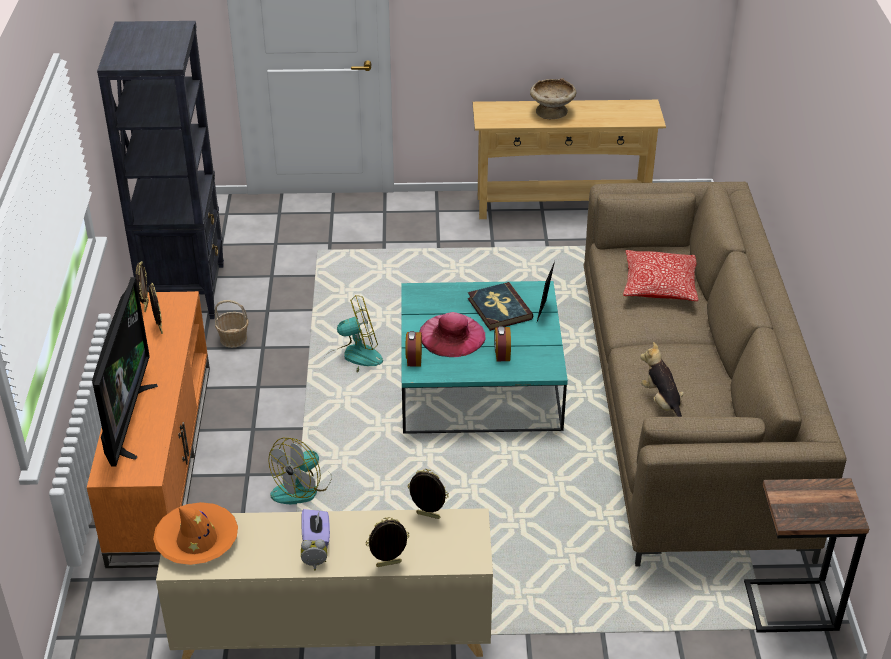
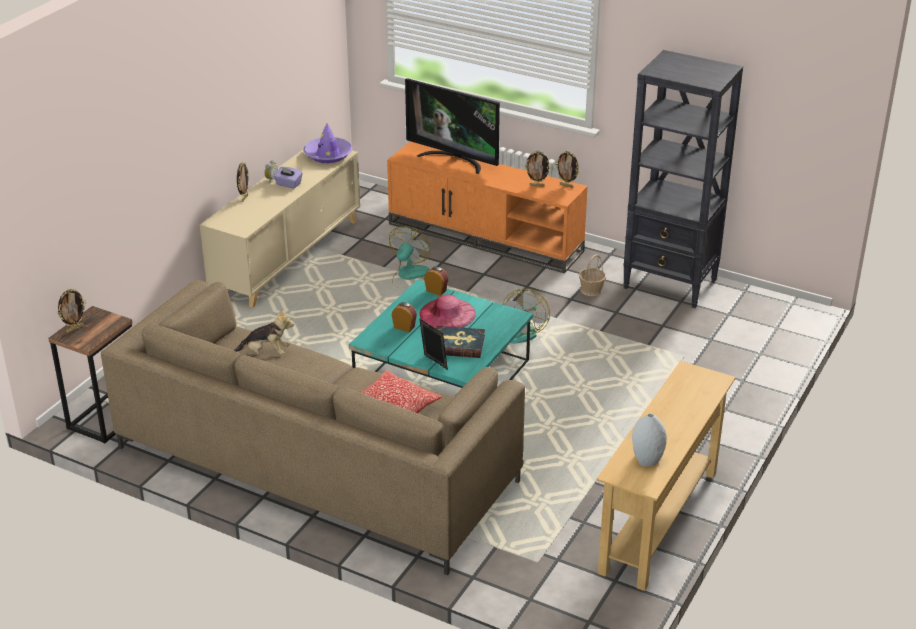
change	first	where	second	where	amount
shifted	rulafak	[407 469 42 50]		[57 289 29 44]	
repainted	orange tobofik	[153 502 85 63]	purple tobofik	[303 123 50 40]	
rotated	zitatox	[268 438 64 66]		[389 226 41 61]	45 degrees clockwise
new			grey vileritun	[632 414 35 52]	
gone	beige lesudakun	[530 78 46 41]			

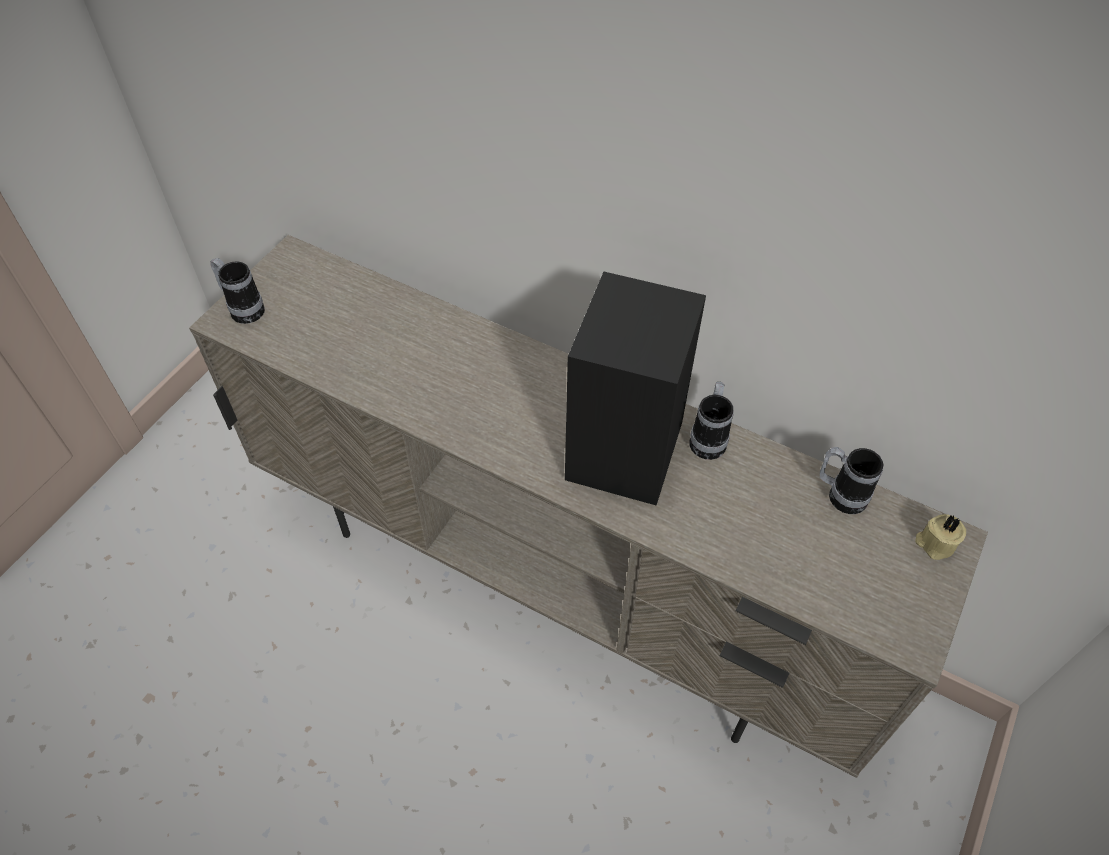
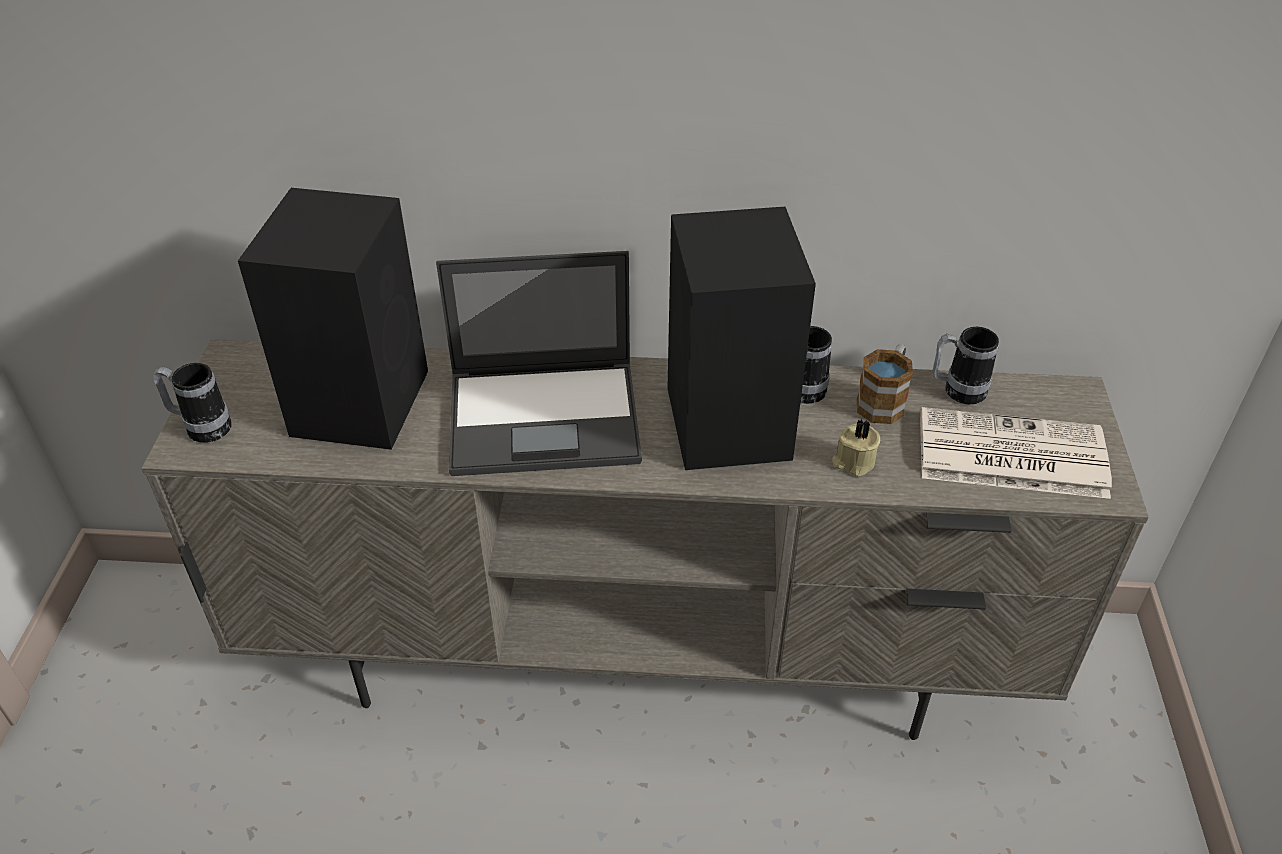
change	first	where	second	where	amount
new			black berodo	[238 188 190 262]	
new			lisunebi	[436 251 206 225]	
shifted	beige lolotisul	[915 514 51 46]		[832 419 48 58]	
new			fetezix	[856 344 57 80]	
new			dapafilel	[920 407 192 92]	

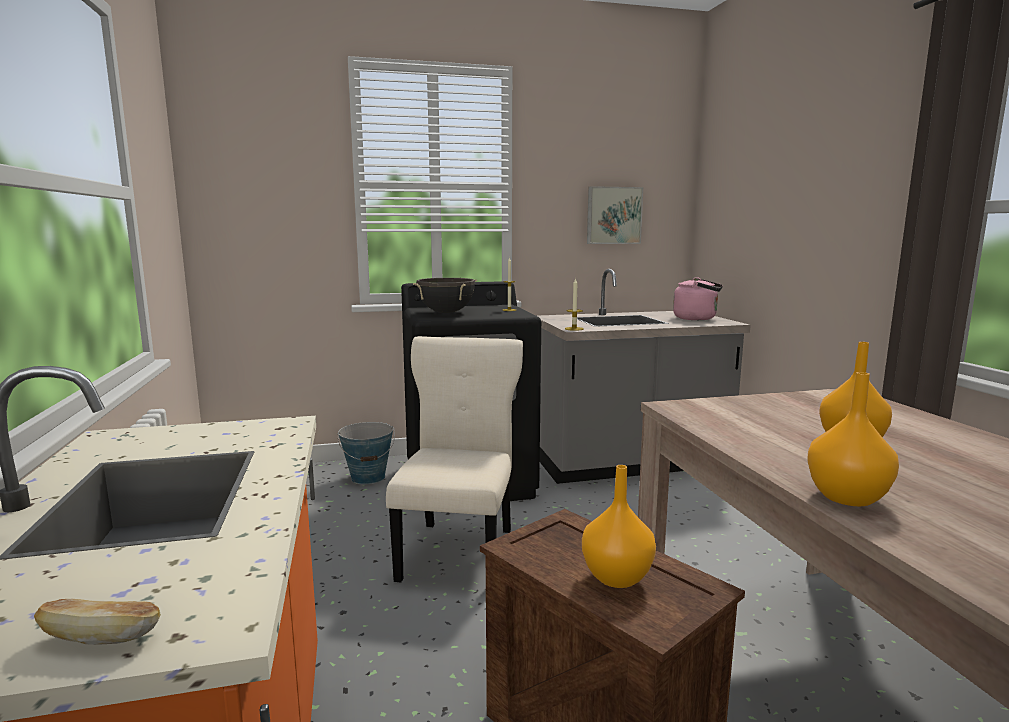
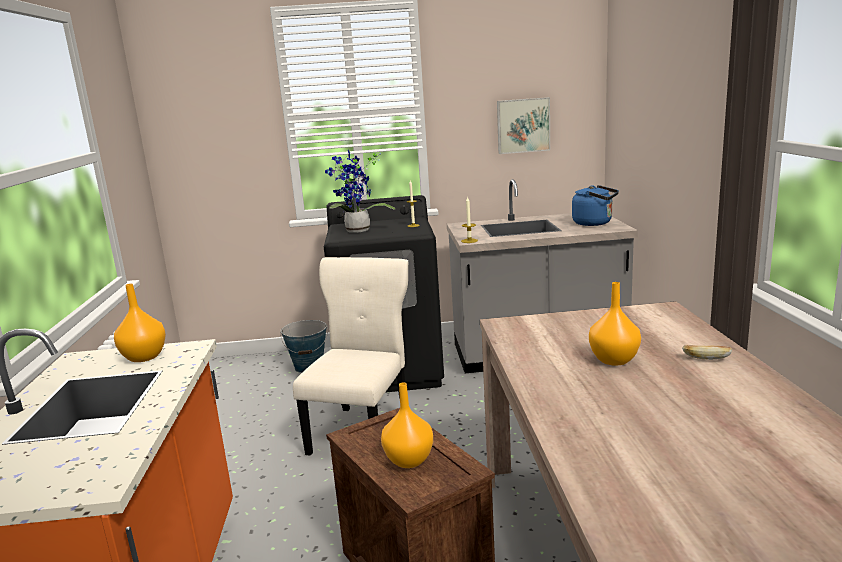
change	first	where	second	where	amount
shifted	orange vileritun	[807 372 92 134]		[114 283 52 79]	
swapped	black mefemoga	[413 278 64 35]	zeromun	[325 150 70 83]	
repainted	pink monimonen	[673 277 50 43]	blue monimonen	[572 185 47 41]	
shifted	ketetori	[34 599 127 46]		[682 345 50 15]	

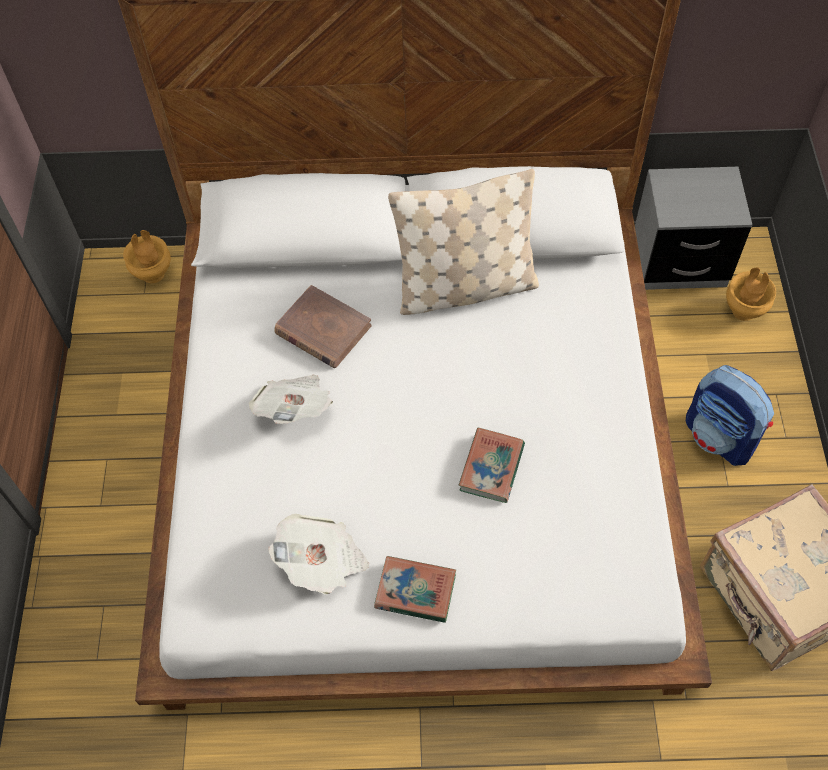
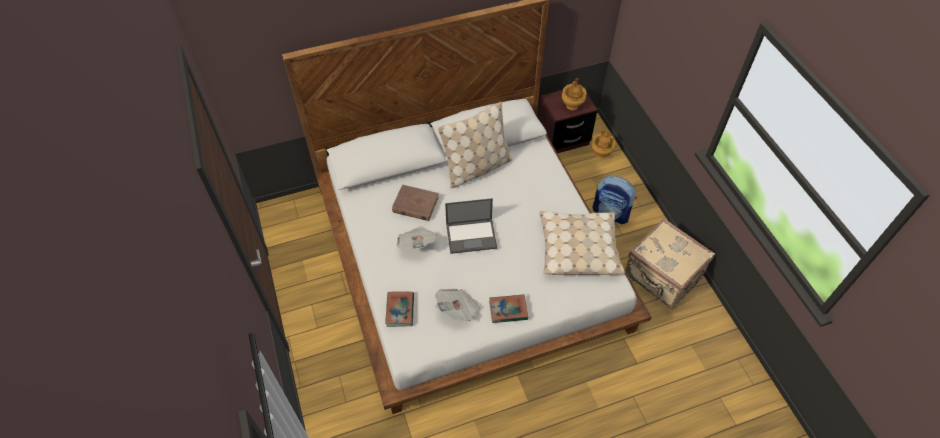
change	first	where	second	where	amount
shifted	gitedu	[459 428 66 75]		[385 292 29 35]	
new			lisunebi	[445 198 52 56]	
repainted	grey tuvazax	[635 167 117 123]	brown tuvazax	[538 85 59 68]	
new			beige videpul	[540 211 85 64]	
shifted	brown vileritun	[123 230 48 53]		[562 78 24 32]	

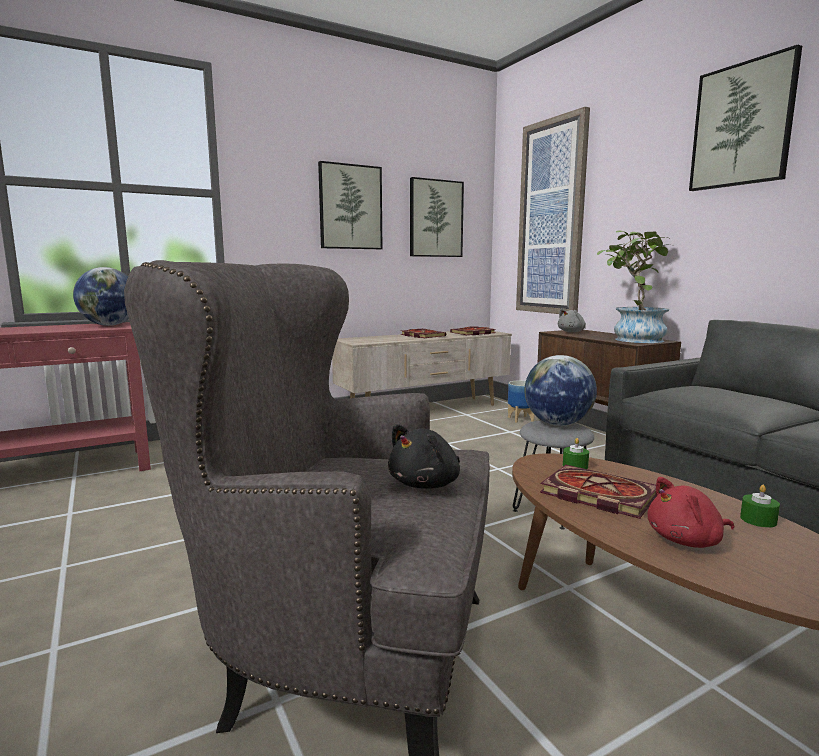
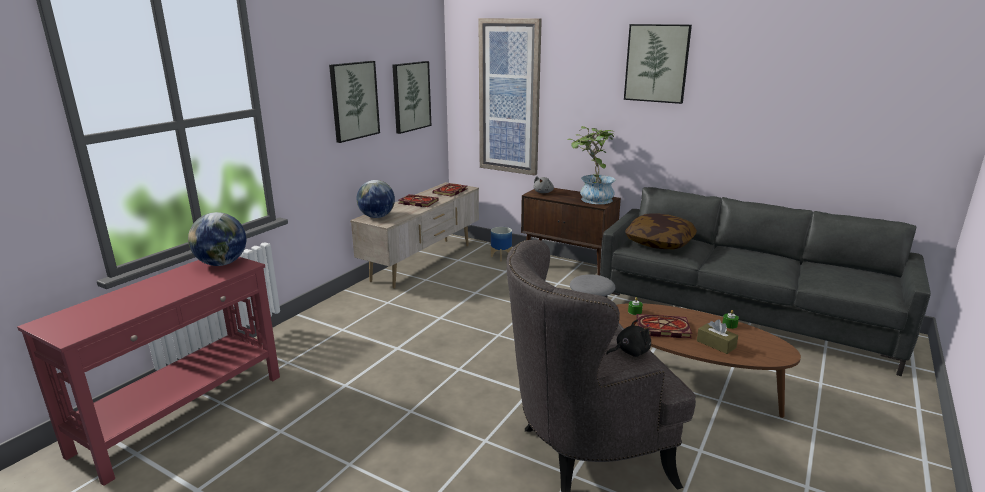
change	first	where	second	where	amount
shifted	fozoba	[524 355 73 71]		[357 180 38 38]	
rotated	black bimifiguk	[388 424 72 65]		[606 319 45 38]	120 degrees counterclockwise
new			videpul	[625 214 72 35]	
swapped	red bimifiguk	[648 477 86 71]	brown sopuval	[697 319 41 35]	

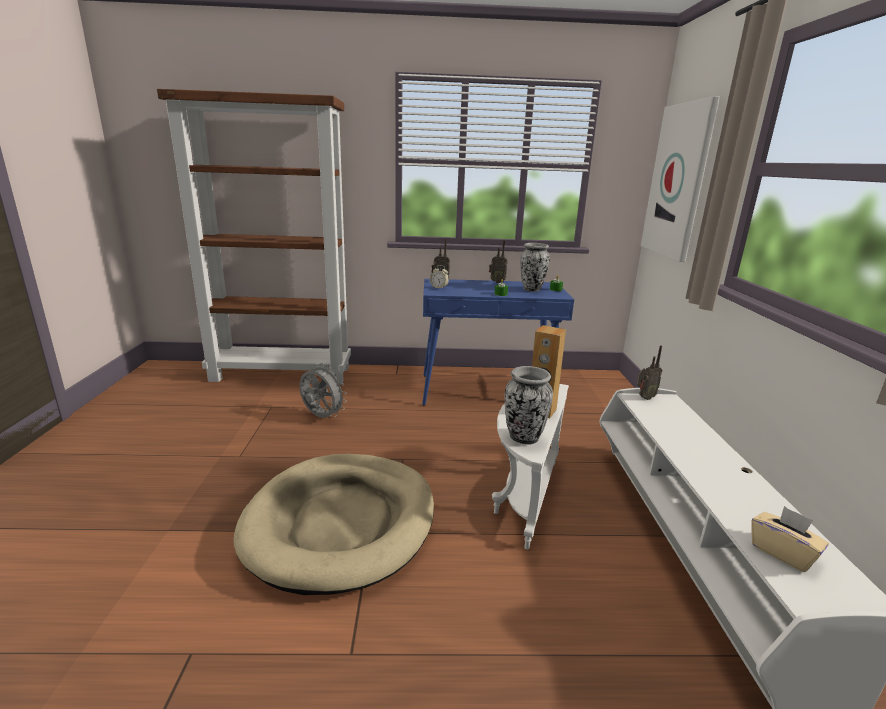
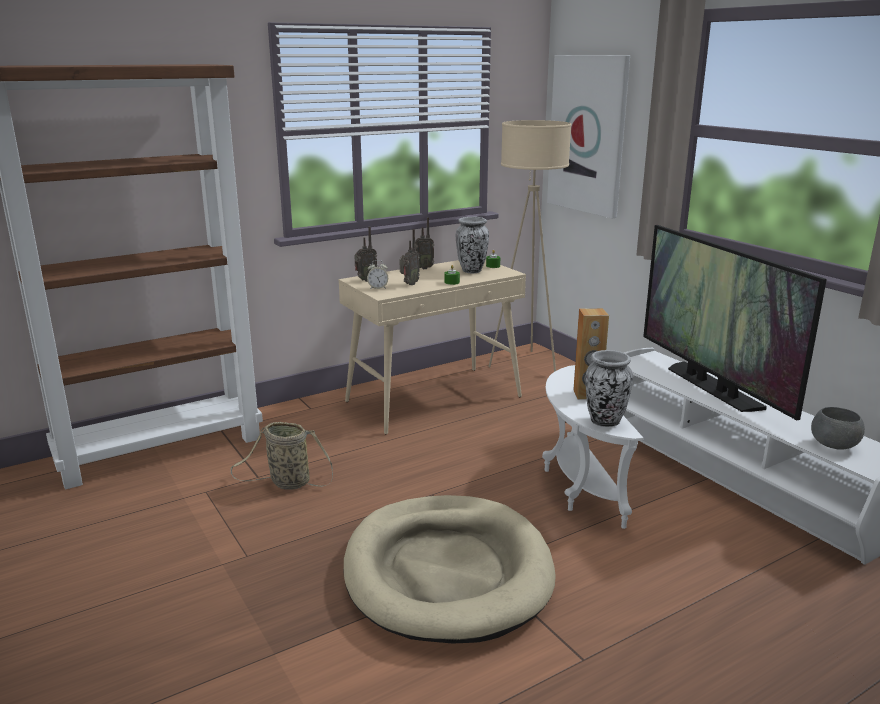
change	first	where	second	where	amount
swapped	grey zitatox	[299 364 48 54]	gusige	[231 422 102 68]	
repainted	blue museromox	[422 279 152 127]	beige museromox	[339 259 187 176]	
shifted	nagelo	[637 345 25 55]		[400 229 20 56]	
new			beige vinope	[488 120 84 252]	
new			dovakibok	[643 225 184 195]	
swapped	beige sopuval	[752 506 77 66]	grey lesudakun	[811 407 54 43]	

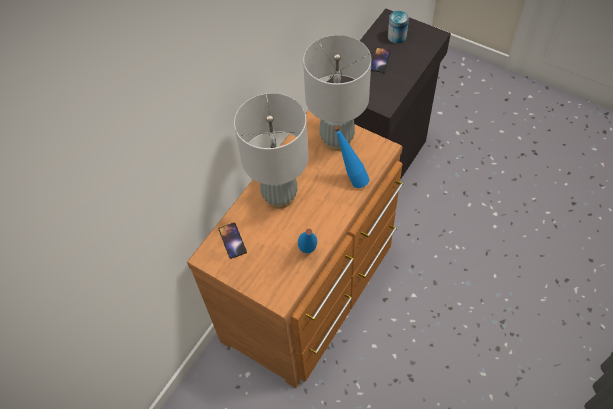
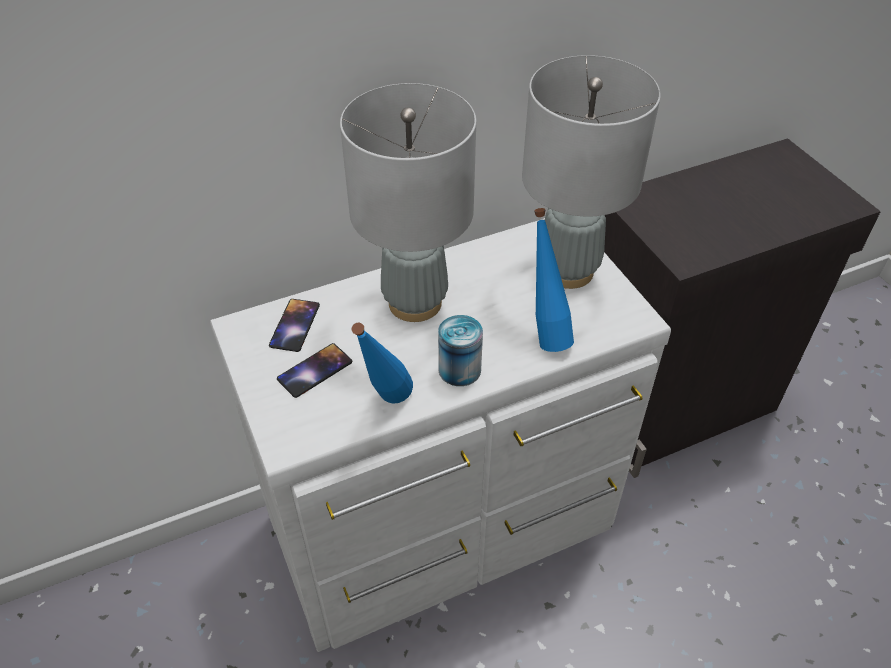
change	first	where	second	where	amount
repainted	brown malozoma	[187 110 216 278]	white malozoma	[210 218 461 434]	
shifted	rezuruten	[371 48 20 25]		[277 343 75 55]	
shifted	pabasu	[388 11 21 33]		[438 315 45 71]	

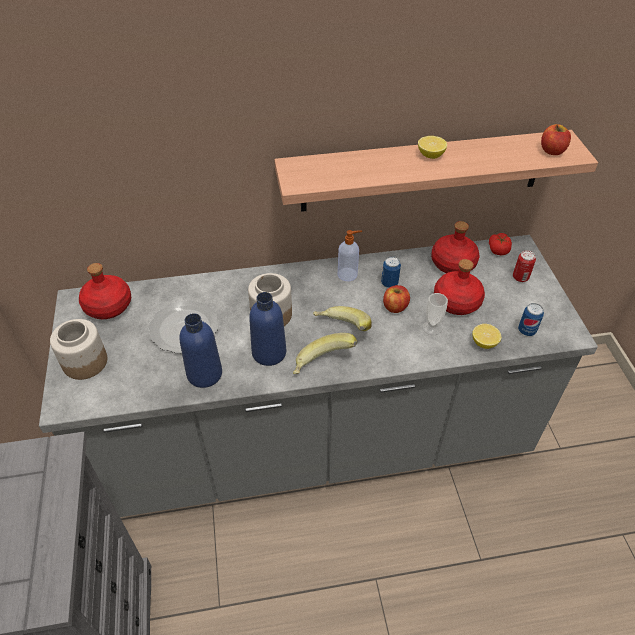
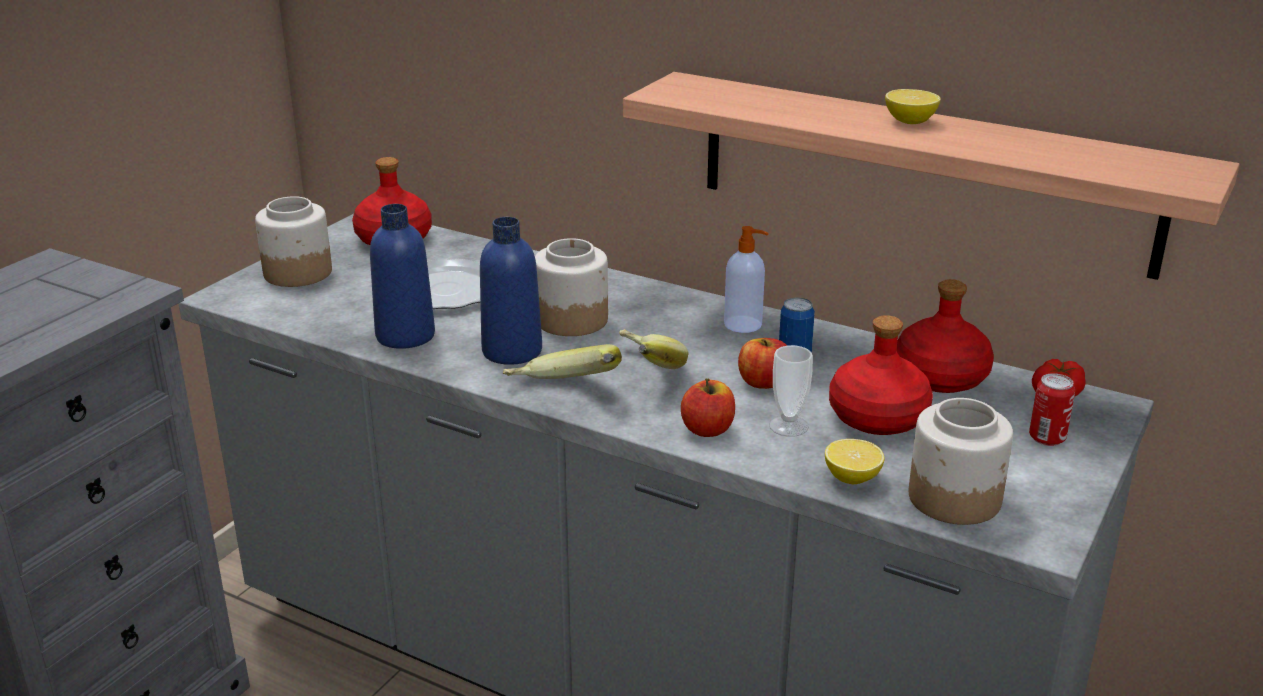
change	first	where	second	where	amount
shifted	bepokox	[541 124 30 31]		[681 378 54 59]	
swapped	pabasu	[518 303 26 33]	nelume	[909 398 104 127]	

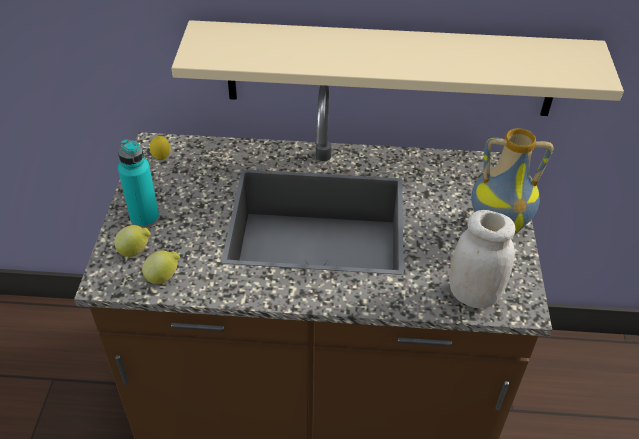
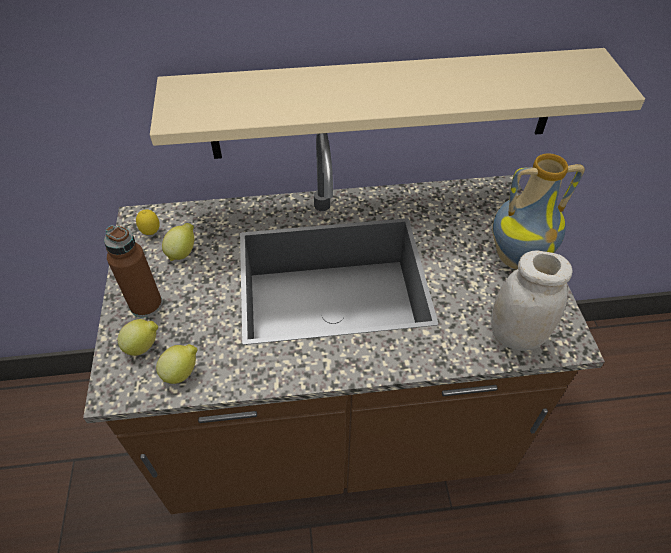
change	first	where	second	where	amount
repainted	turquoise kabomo	[118 139 41 89]	brown kabomo	[104 225 58 92]	
new			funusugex	[162 223 32 38]	

